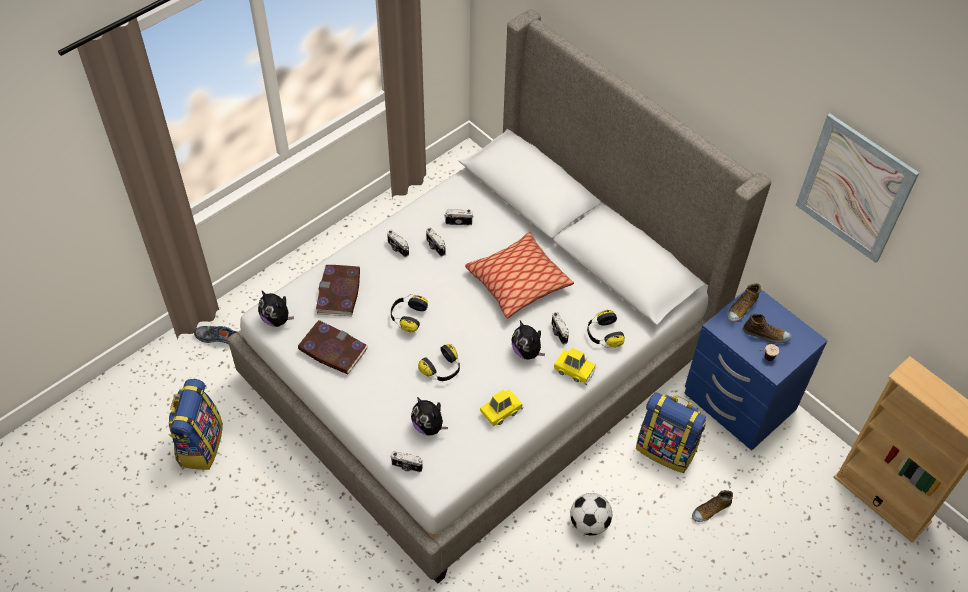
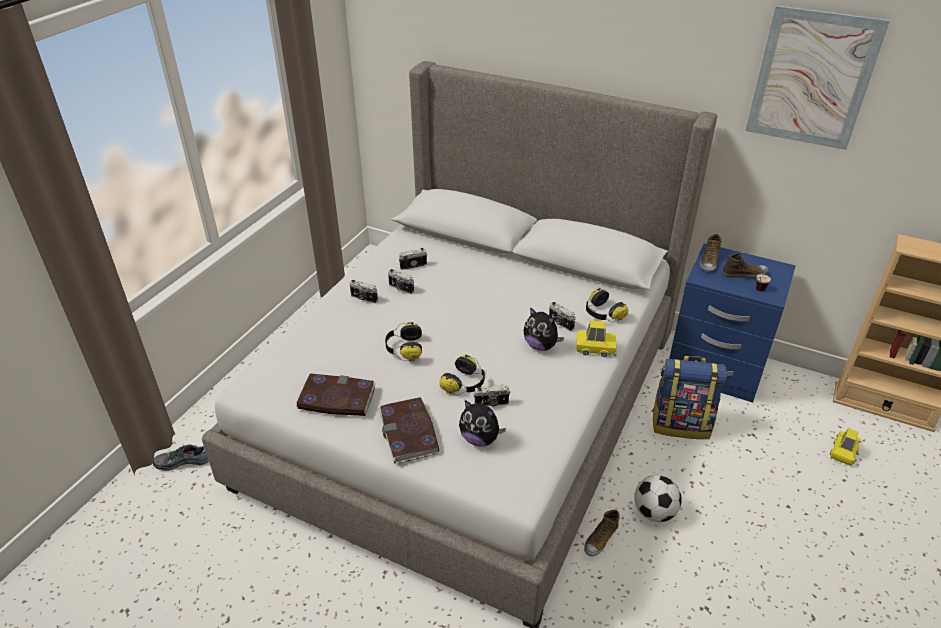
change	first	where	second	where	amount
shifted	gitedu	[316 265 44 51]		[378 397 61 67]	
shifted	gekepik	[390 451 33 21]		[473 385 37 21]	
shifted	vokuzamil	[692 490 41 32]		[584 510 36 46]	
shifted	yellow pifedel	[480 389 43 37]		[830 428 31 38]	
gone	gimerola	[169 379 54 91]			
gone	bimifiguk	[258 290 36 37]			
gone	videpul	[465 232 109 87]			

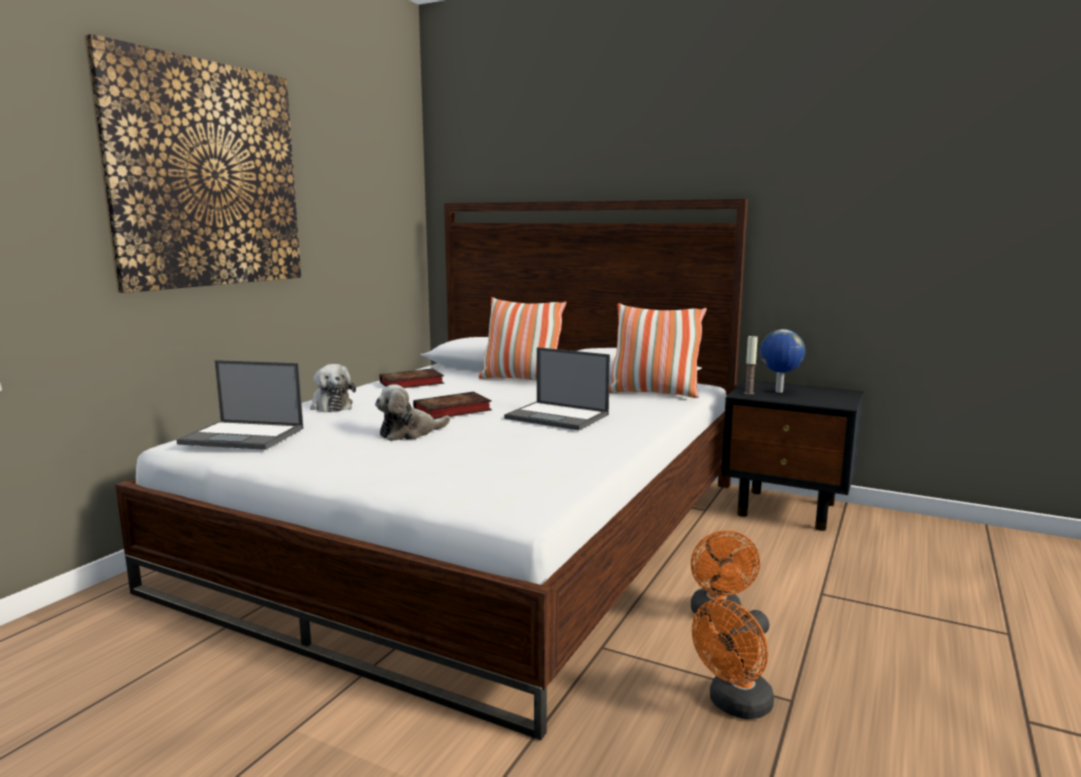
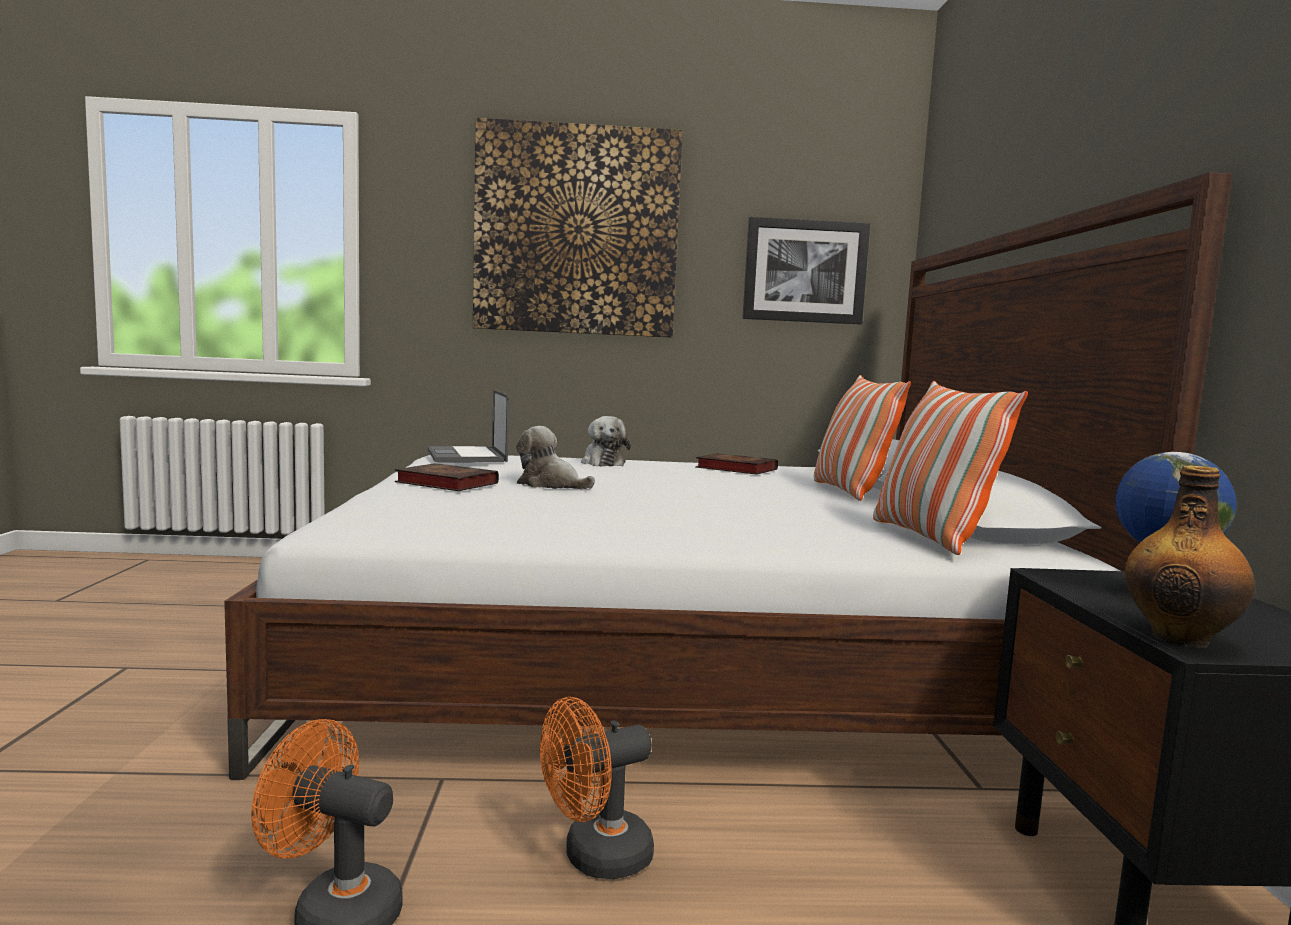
change	first	where	second	where	amount
shifted	gitedu	[413 392 79 27]		[395 463 104 28]	
rotated	bimifiguk	[310 364 46 48]		[581 416 50 51]	45 degrees counterclockwise
new			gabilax	[743 217 127 107]	
new			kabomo	[1124 465 131 183]	
gone	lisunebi	[504 347 106 83]			
gone	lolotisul	[744 336 14 58]			

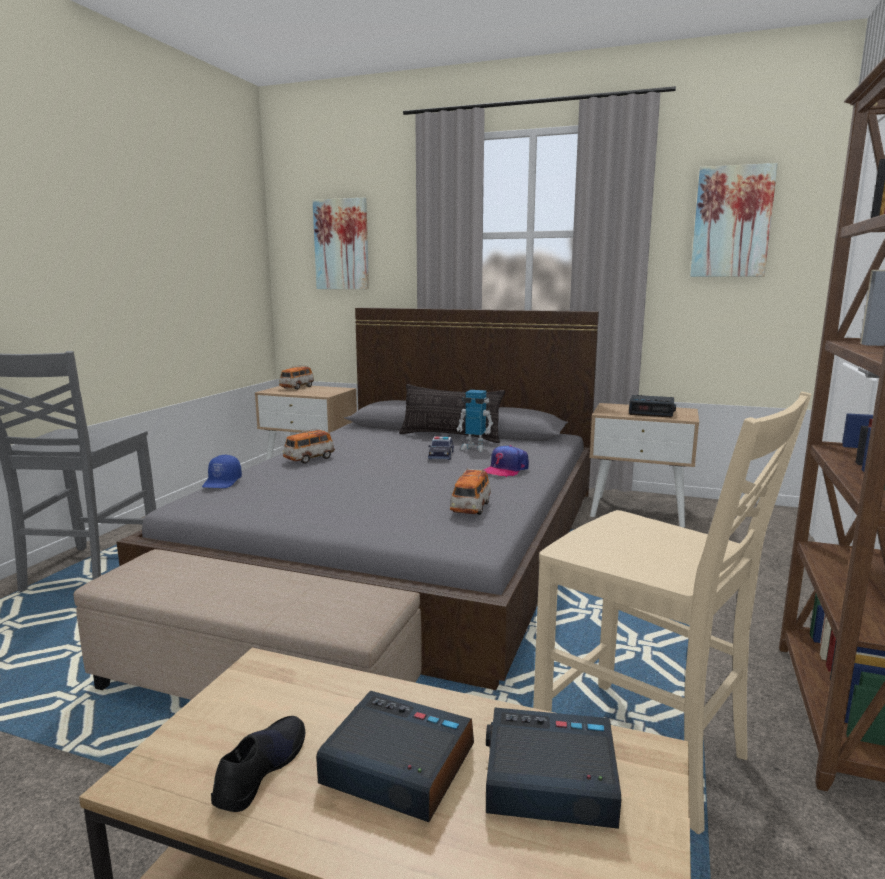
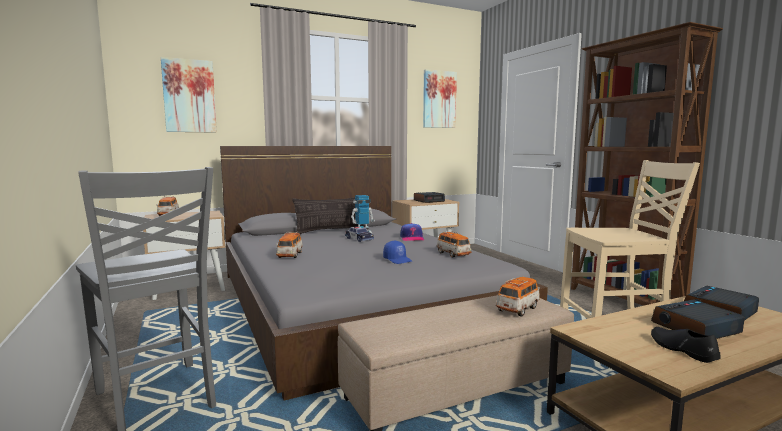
change	first	where	second	where	amount
shifted	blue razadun	[202 455 40 33]		[383 240 29 24]	
new			pifedel	[496 277 44 40]	

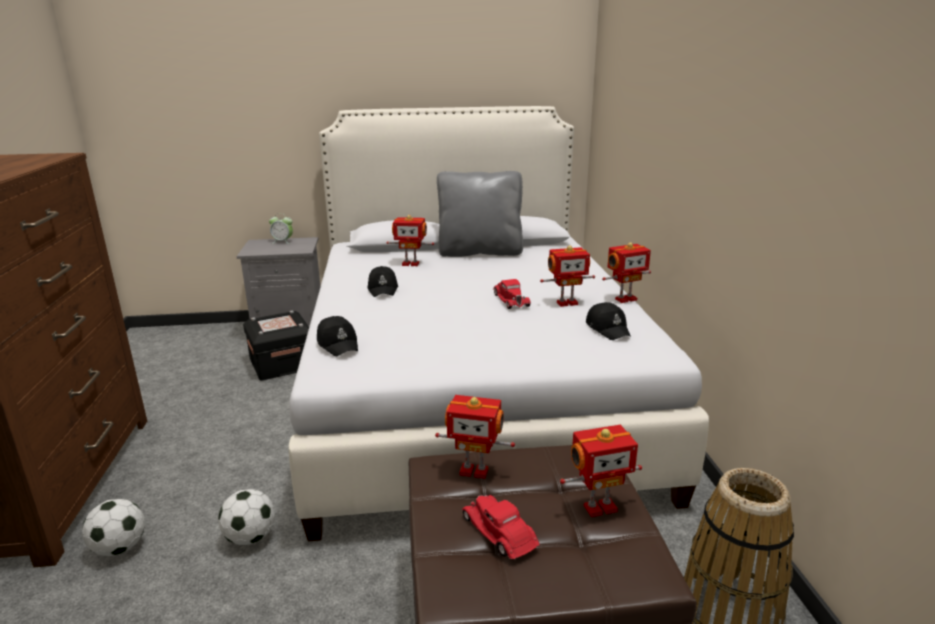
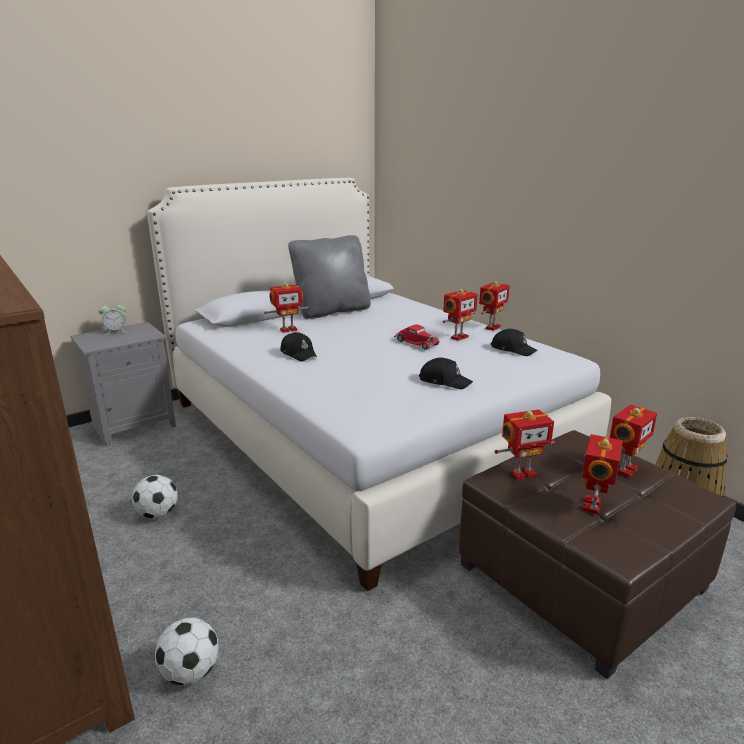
change	first	where	second	where	amount
shifted	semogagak	[218 489 57 56]		[132 475 46 44]	
shifted	black razadun	[317 316 41 40]		[419 357 54 32]	
swapped	red pifedel	[462 495 78 64]	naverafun	[582 434 41 80]	
gone	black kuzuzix	[243 311 66 70]			

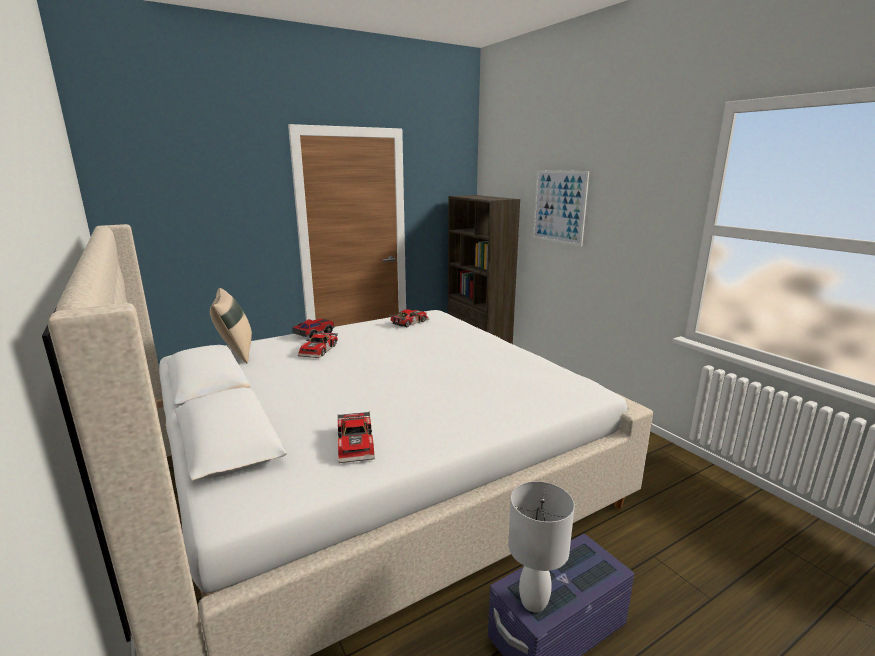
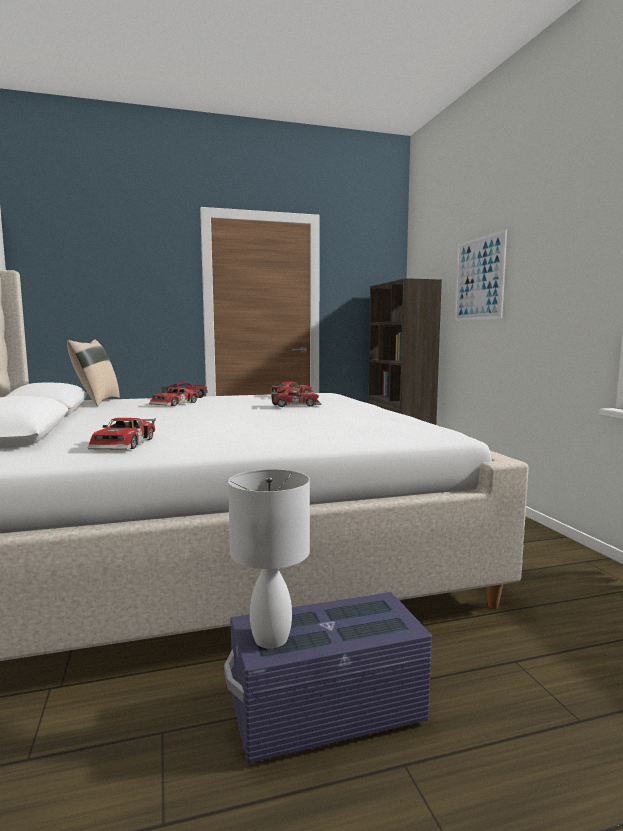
change	first	where	second	where	amount
new			pifedel	[270 388 51 19]	

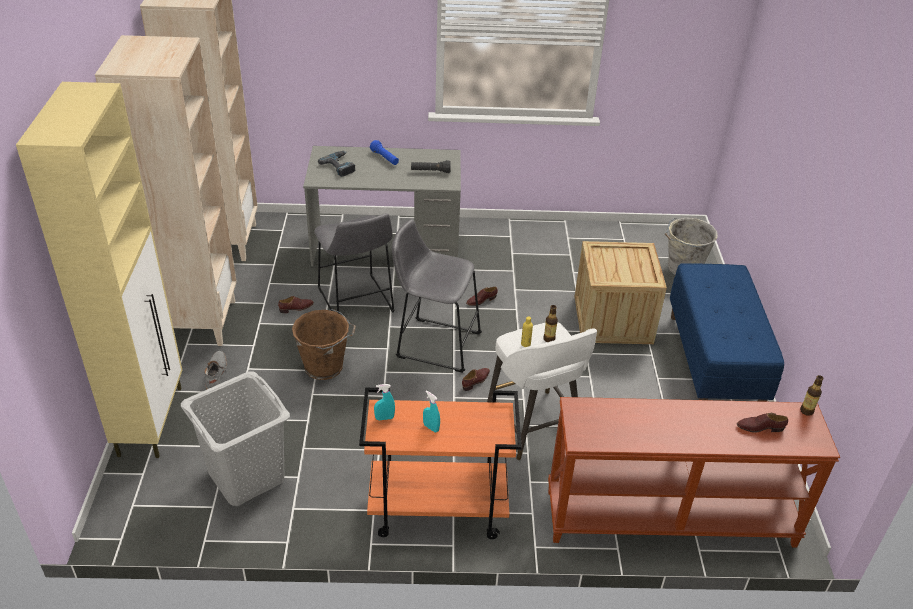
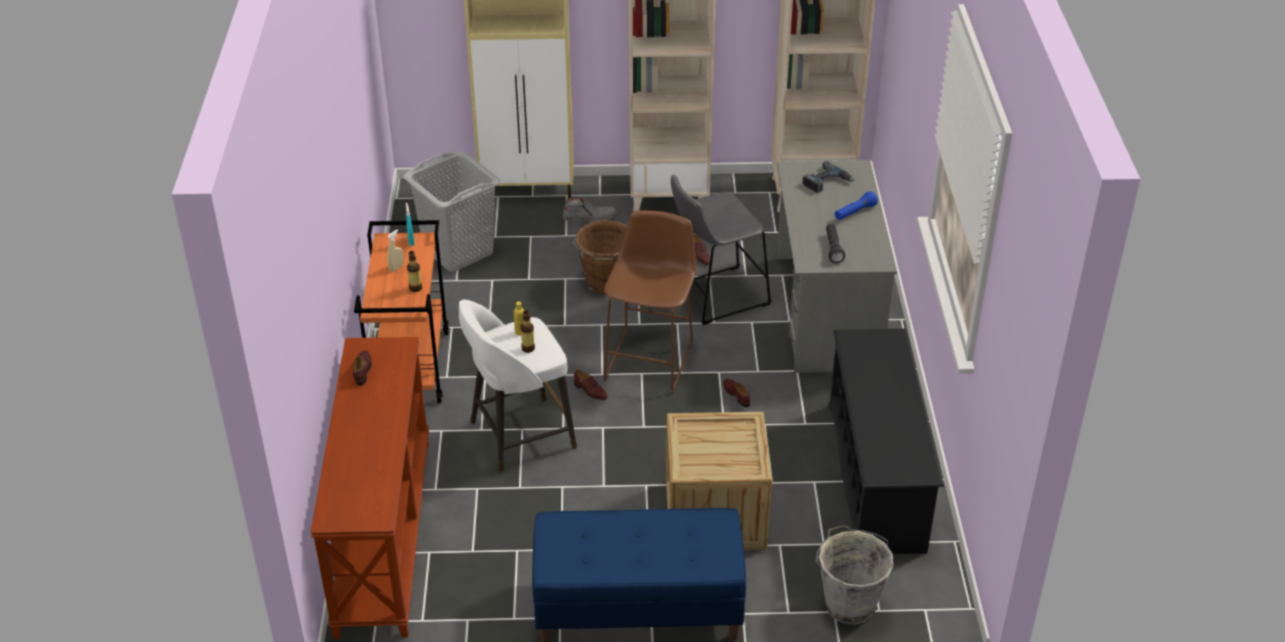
change	first	where	second	where	amount
shifted	brown vokuzamil	[737 413 51 20]		[353 350 19 36]	
repainted	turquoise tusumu	[423 390 17 42]	beige tusumu	[387 229 17 43]	
shifted	kabomo	[800 375 23 41]		[407 251 15 41]	
repainted	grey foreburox	[392 220 90 153]	brown foreburox	[603 210 93 184]	
new			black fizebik	[829 328 115 226]	

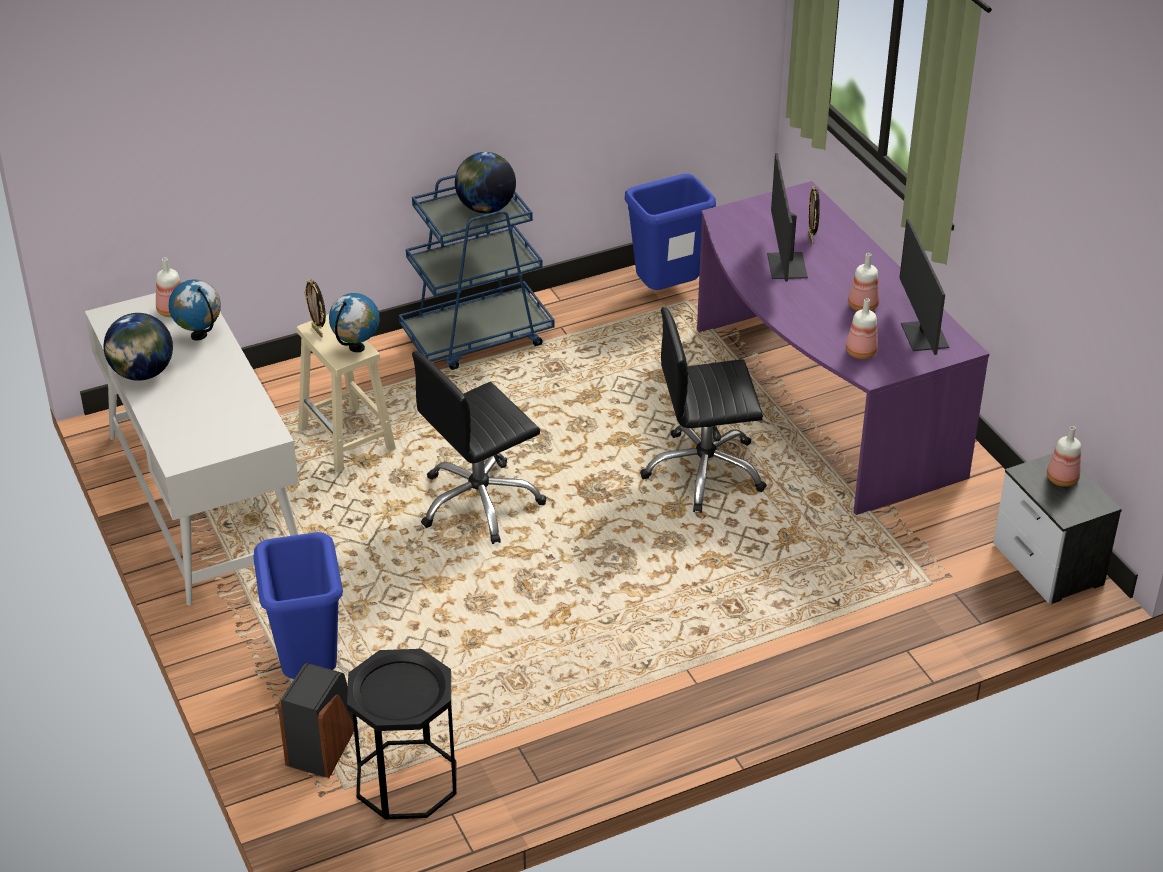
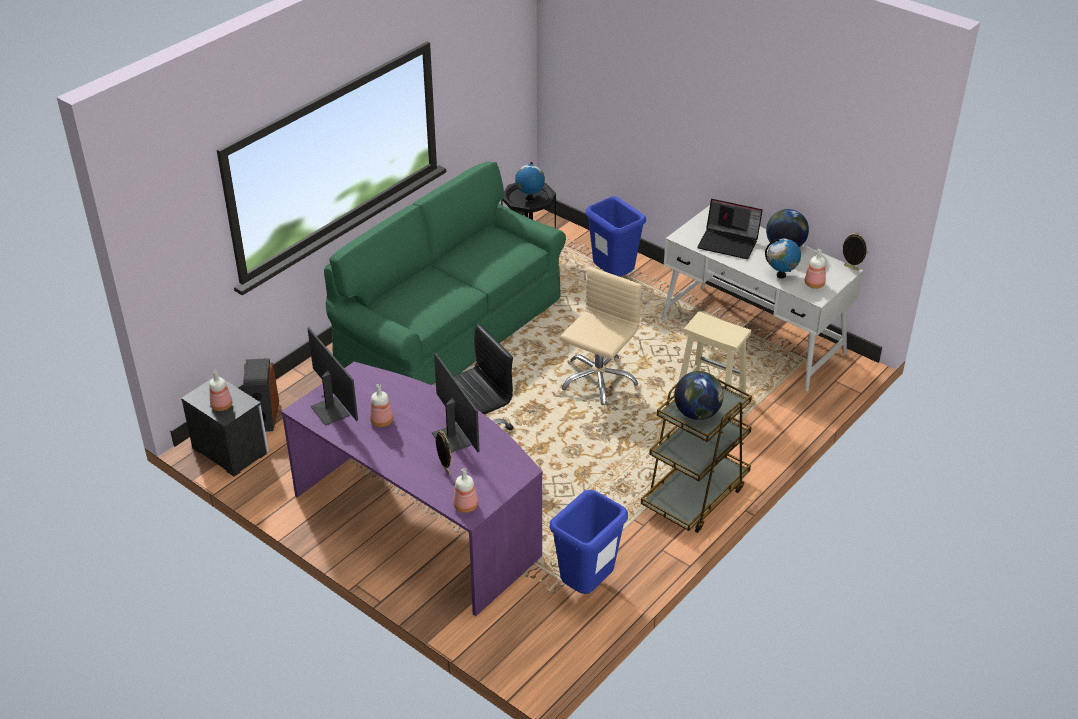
change	first	where	second	where	amount
shifted	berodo	[278 663 80 115]		[243 358 36 74]	
new			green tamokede	[324 162 242 223]	
shifted	kabomo	[846 298 32 61]		[453 468 25 45]	
shifted	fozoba	[329 293 51 60]		[515 162 30 38]	
repainted	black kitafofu	[412 351 134 193]	beige kitafofu	[558 267 84 144]	
repainted	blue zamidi	[399 174 155 196]	brown zamidi	[641 378 111 155]	
new			lisunebi	[697 199 66 60]	
shifted	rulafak	[304 279 22 59]		[842 232 26 39]	

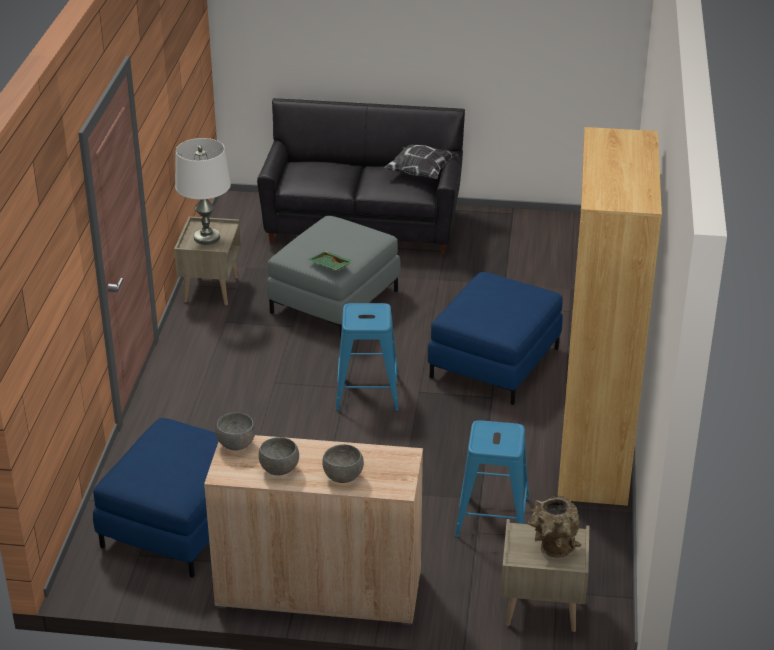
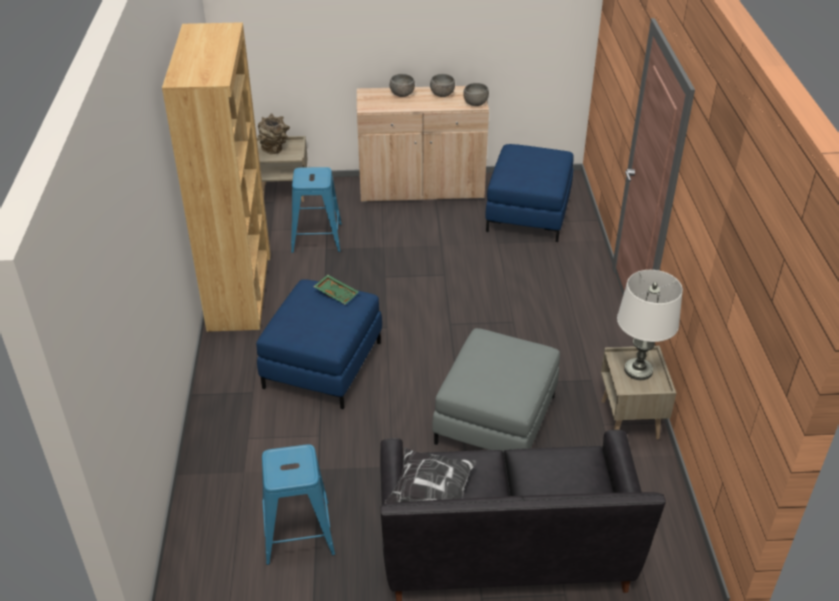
change	first	where	second	where	amount
shifted	blue foreburox	[336 303 63 108]		[262 444 73 121]	
shifted	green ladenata	[308 251 45 19]		[313 275 46 29]	

